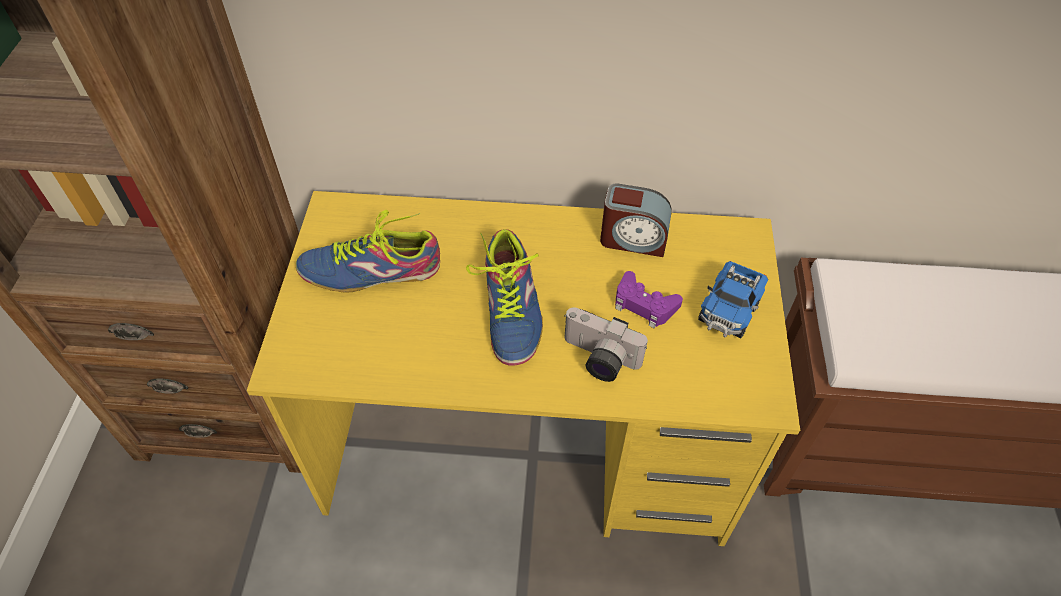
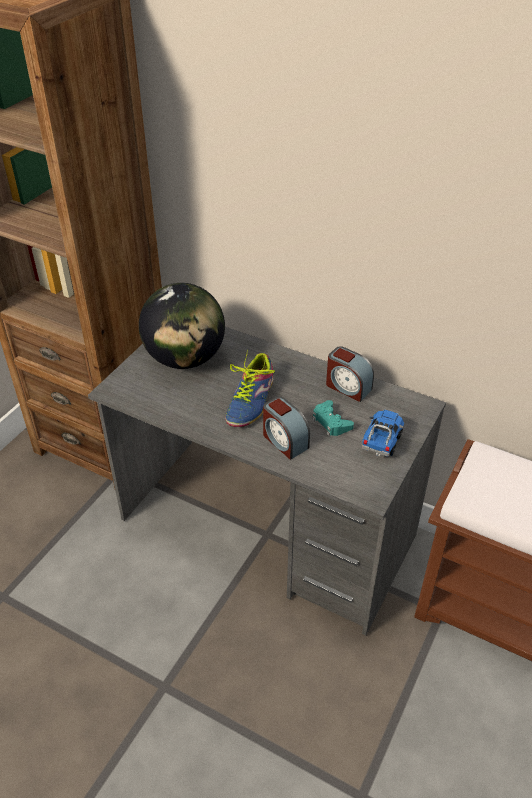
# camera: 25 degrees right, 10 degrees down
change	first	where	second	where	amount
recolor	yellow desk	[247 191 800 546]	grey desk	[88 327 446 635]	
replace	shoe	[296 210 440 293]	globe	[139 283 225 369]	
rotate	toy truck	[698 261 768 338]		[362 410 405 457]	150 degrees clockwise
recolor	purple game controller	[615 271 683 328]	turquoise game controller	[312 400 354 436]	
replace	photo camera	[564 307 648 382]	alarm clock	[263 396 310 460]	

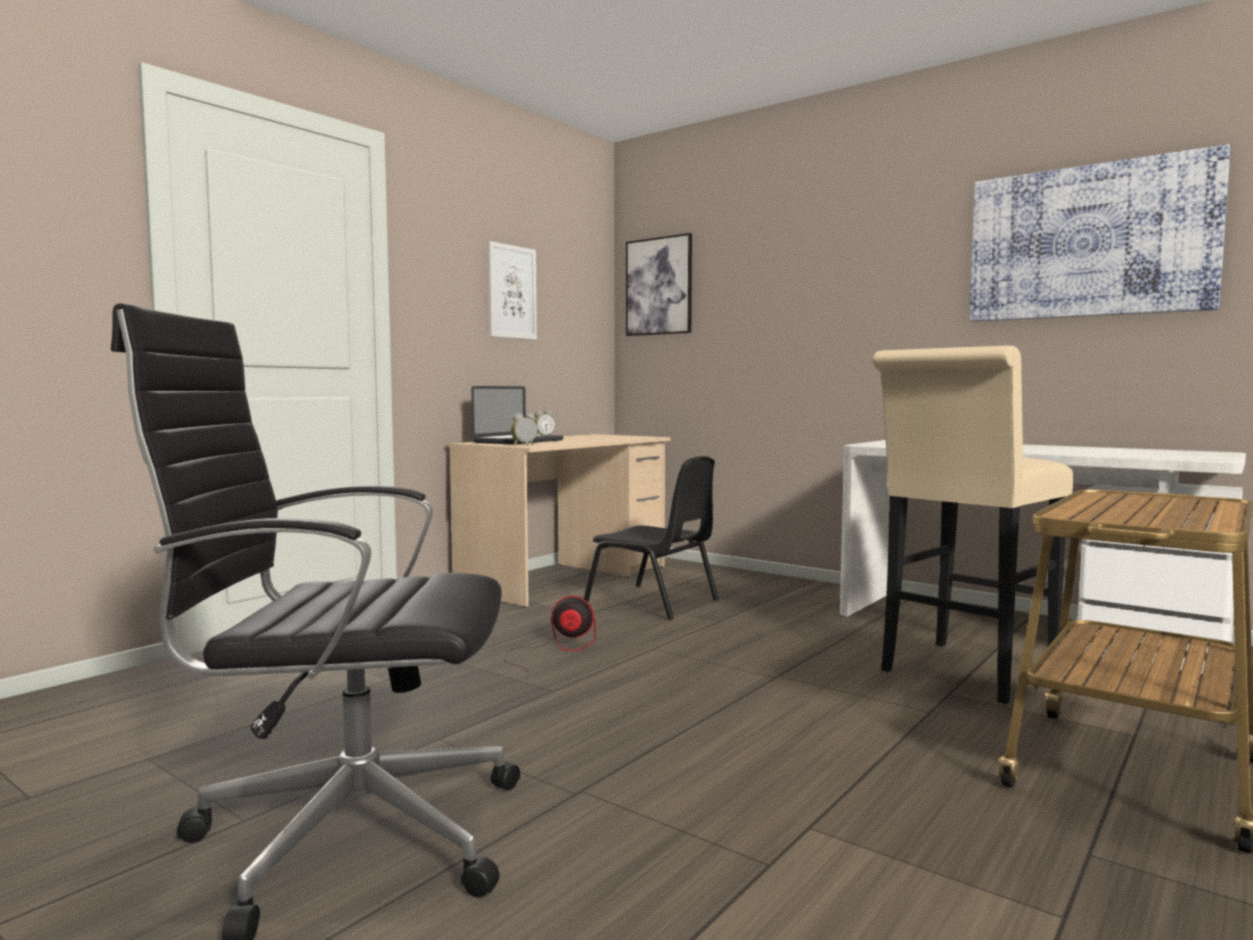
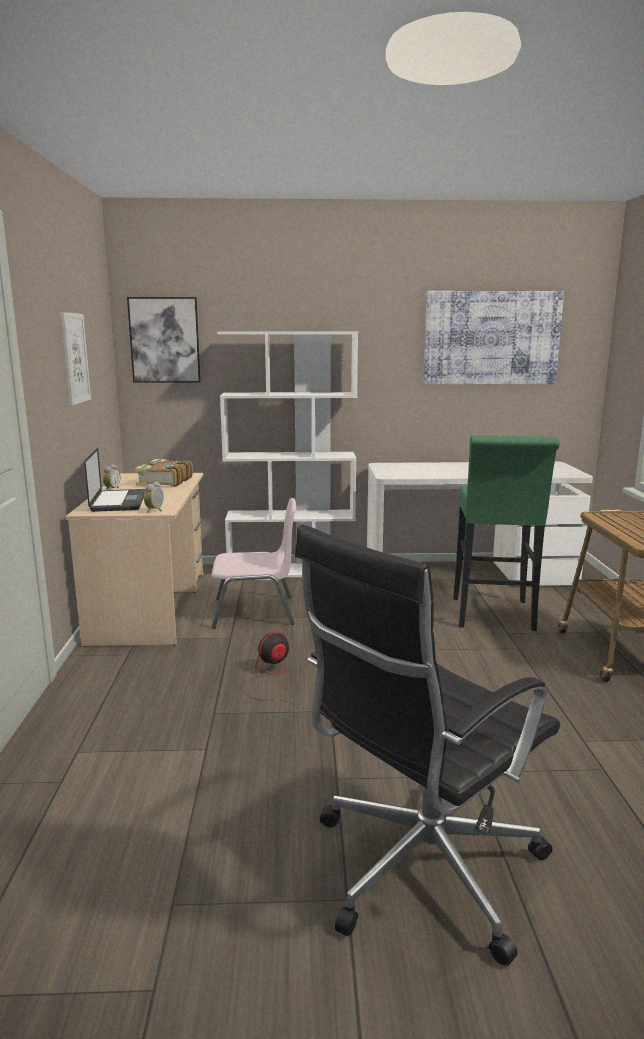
# camera: 40 degrees left, 10 degrees up
change	first	where	second	where	amount
recolor	beige stool	[872 346 1073 704]	green stool	[453 435 560 631]	
recolor	black chair	[584 456 718 620]	pink chair	[211 498 296 629]	
insert			white bookcase	[217 332 358 577]	
insert			book	[135 459 193 487]	

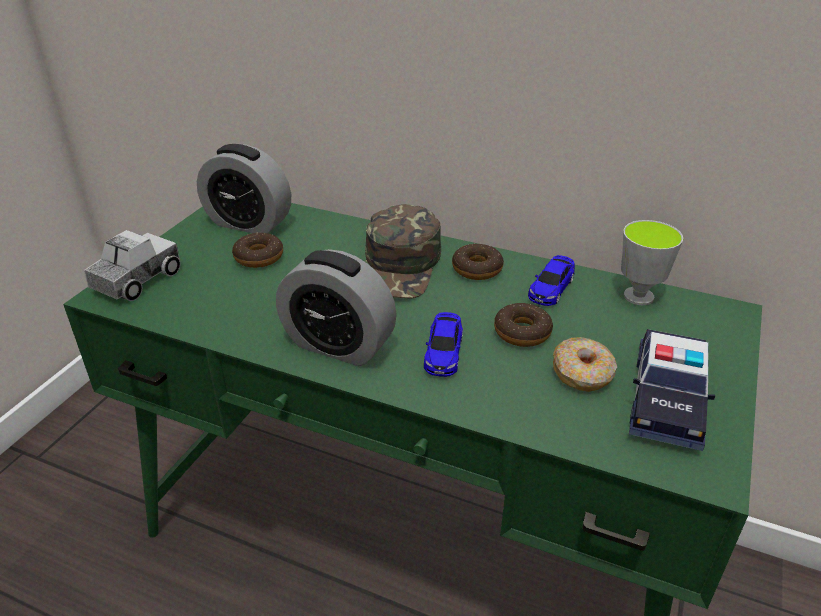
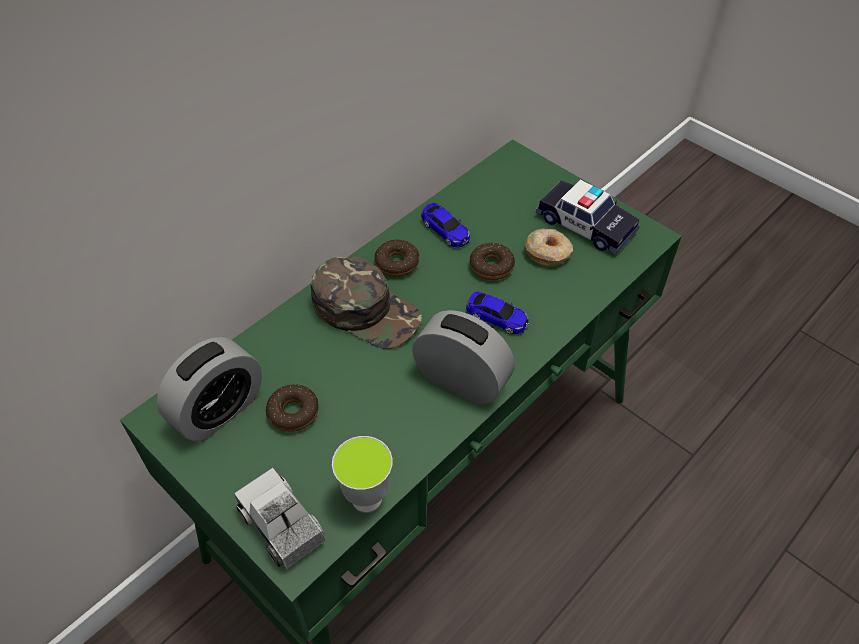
# camera: 70 degrees left, 15 degrees up
change	first	where	second	where	amount
move	cup	[621 220 684 305]		[332 436 393 513]	
rotate	alarm clock	[276 249 397 366]		[412 310 515 405]	105 degrees counterclockwise

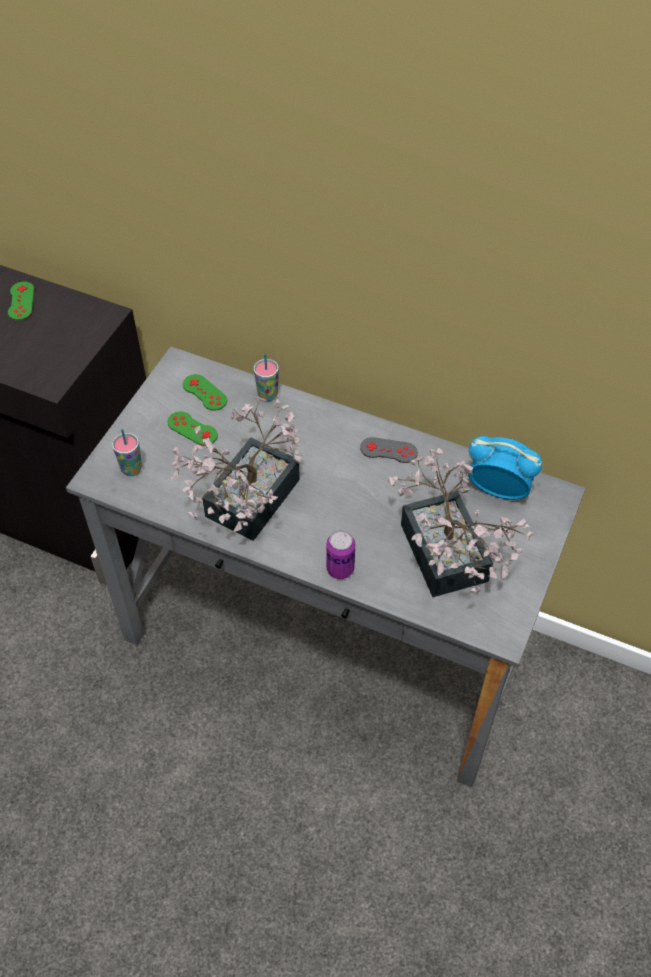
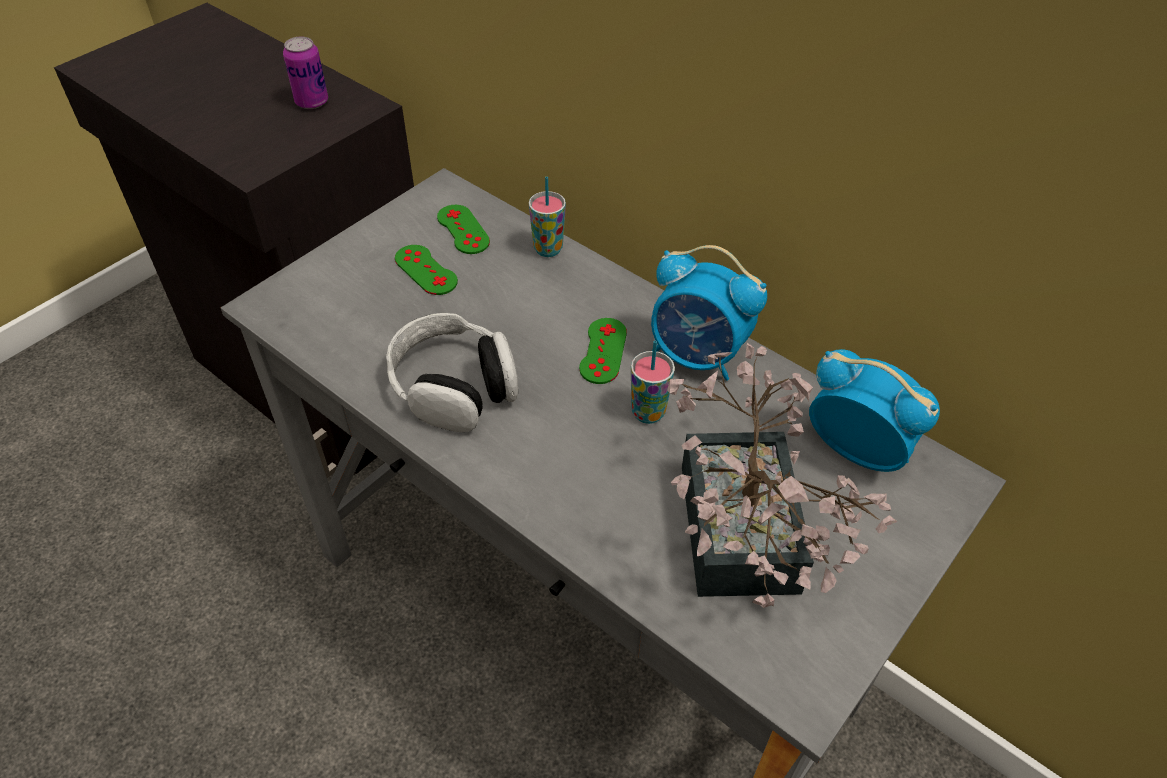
# camera: 15 degrees right, 5 degrees down
change	first	where	second	where	amount
move	green game controller	[8 282 34 321]		[579 318 627 384]	
replace	potted plant	[171 397 301 541]	headphones	[386 313 518 432]	
move	cup	[112 429 142 476]		[631 341 675 424]	
replace	grey game controller	[360 437 418 463]	alarm clock	[651 245 767 381]	
move	can	[327 530 355 579]		[283 36 328 109]	

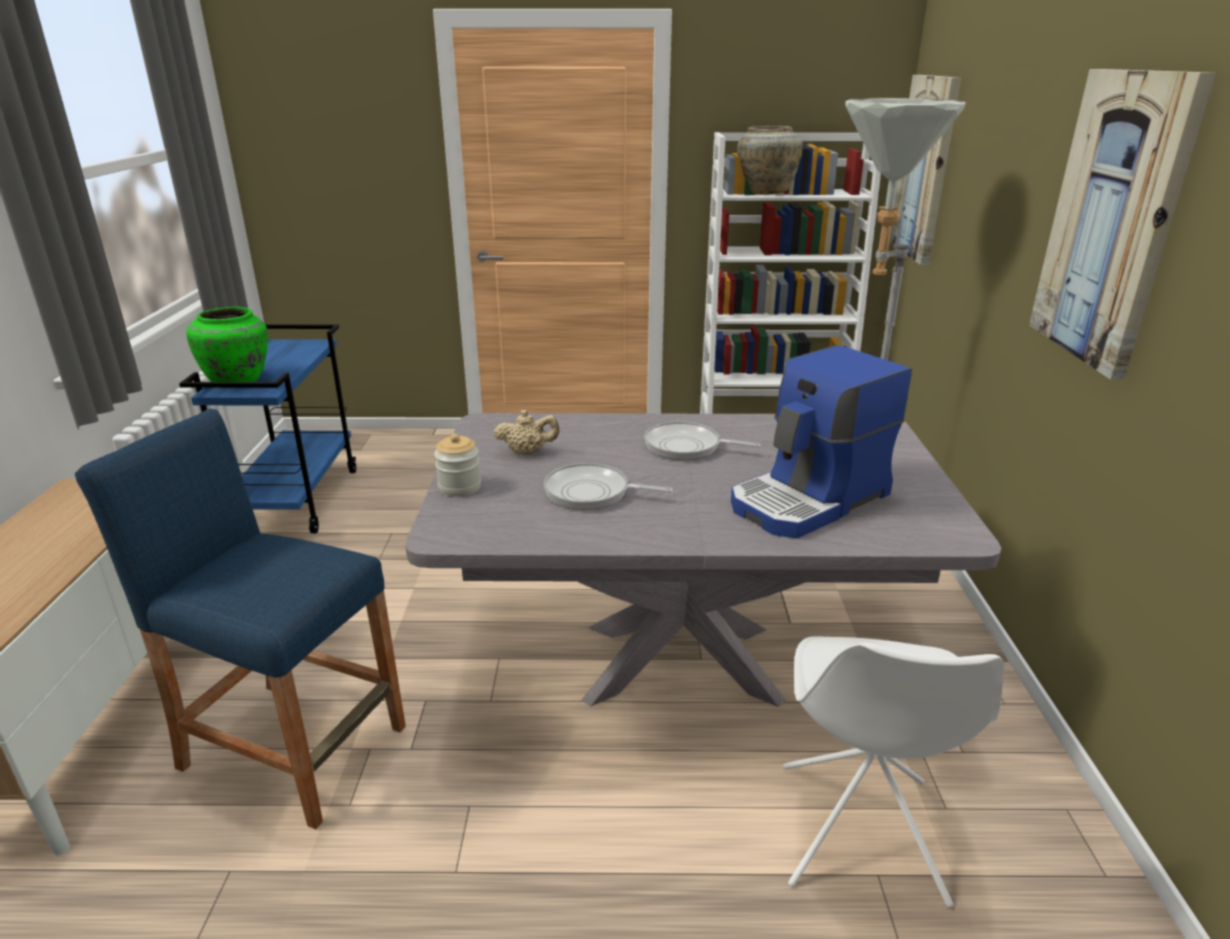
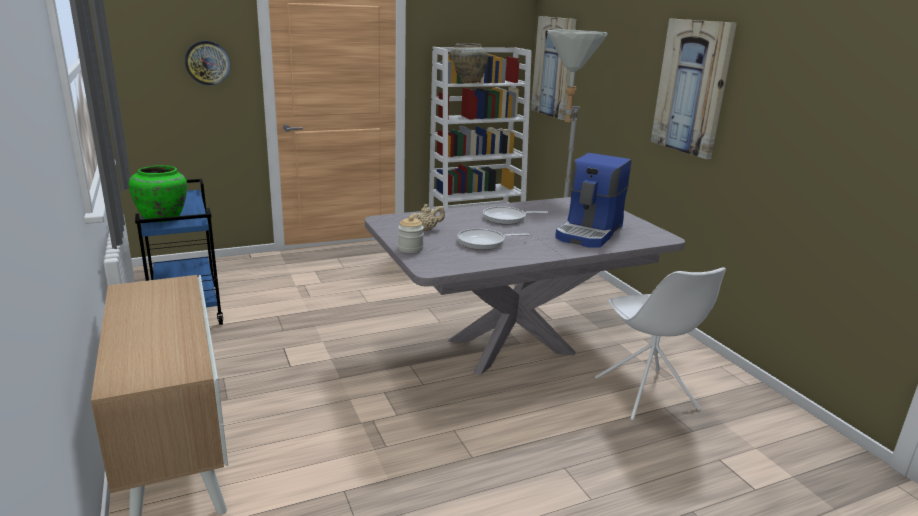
# camera: 25 degrees left, 5 degrees down
change	first	where	second	where	amount
delete	blue stool	[75 408 406 829]			
insert			wall clock	[185 41 231 85]	

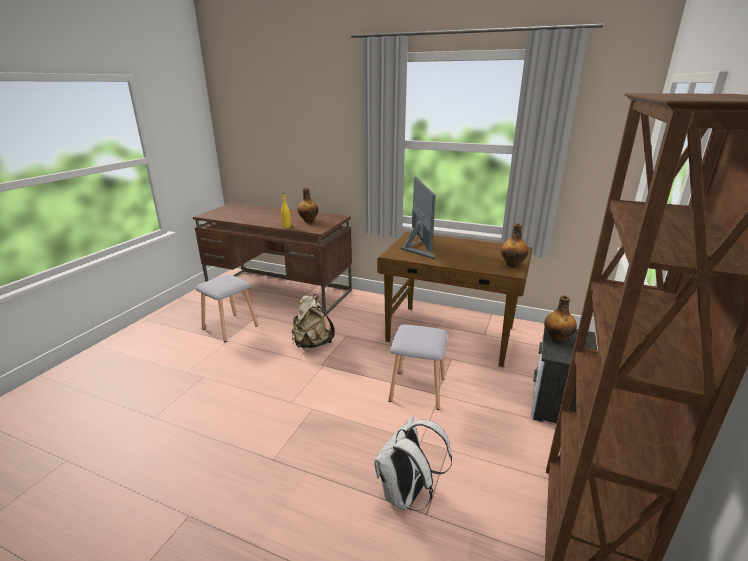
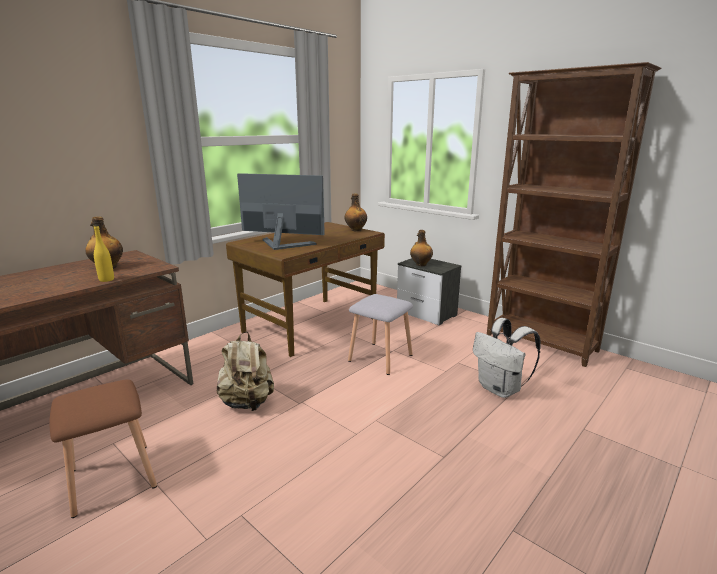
# camera: 70 degrees left, 5 degrees down
change	first	where	second	where	amount
recolor	grey stool	[195 274 258 342]	brown stool	[49 379 157 518]	

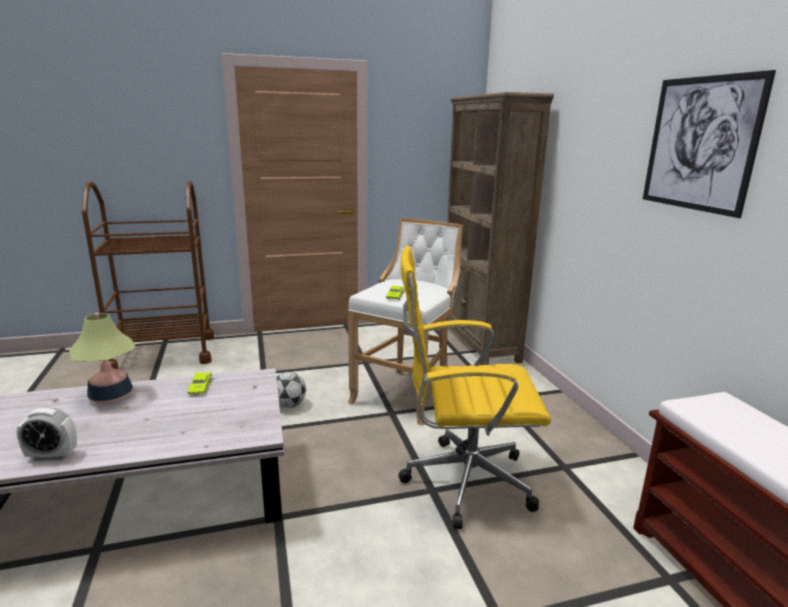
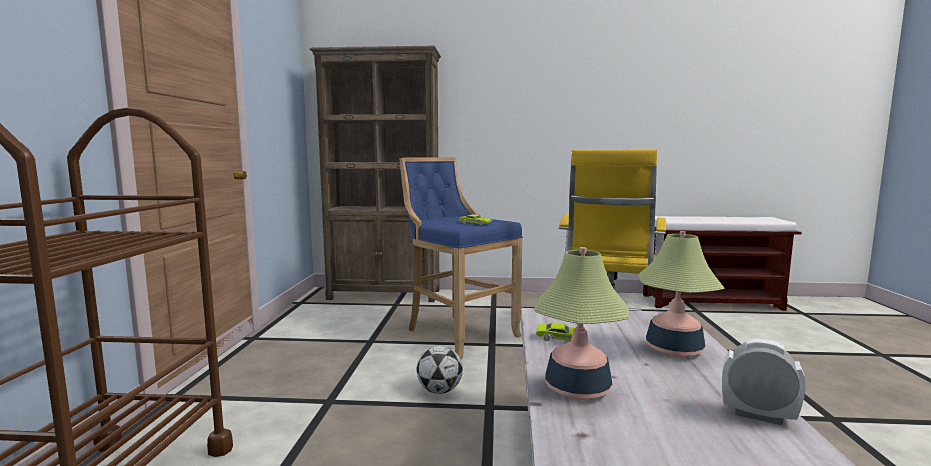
# camera: 70 degrees left, 10 degrees down
change	first	where	second	where	amount
delete	picture	[643 70 776 218]			
recolor	white stool	[348 218 463 425]	blue stool	[399 157 523 359]	
rotate	alarm clock	[16 408 77 461]		[722 338 806 425]	75 degrees counterclockwise
insert			table lamp	[638 231 725 357]	

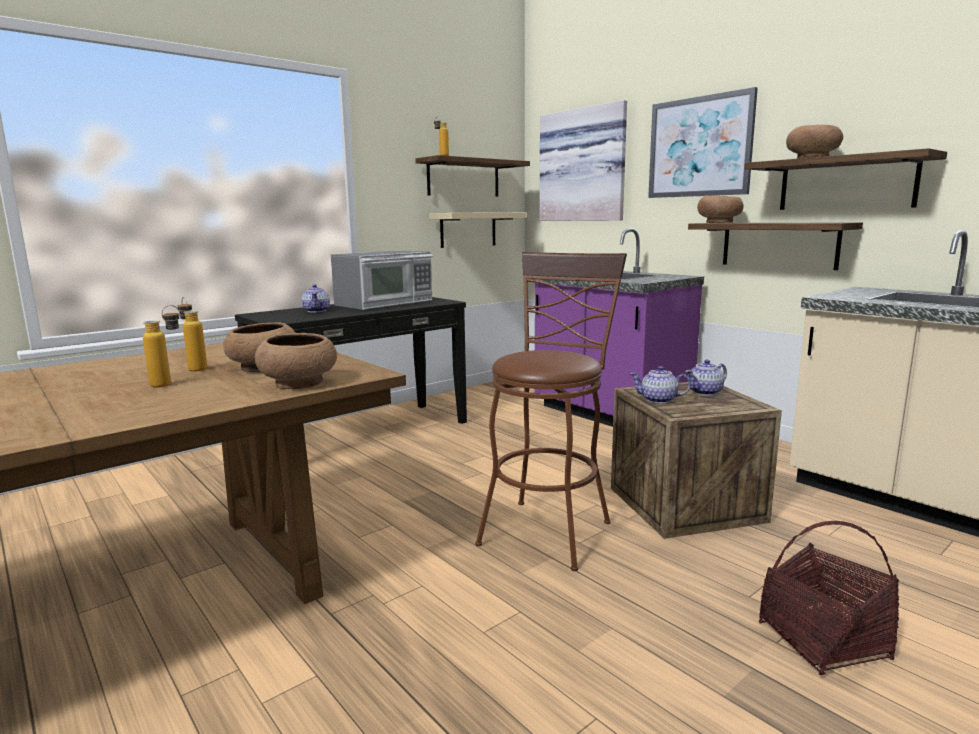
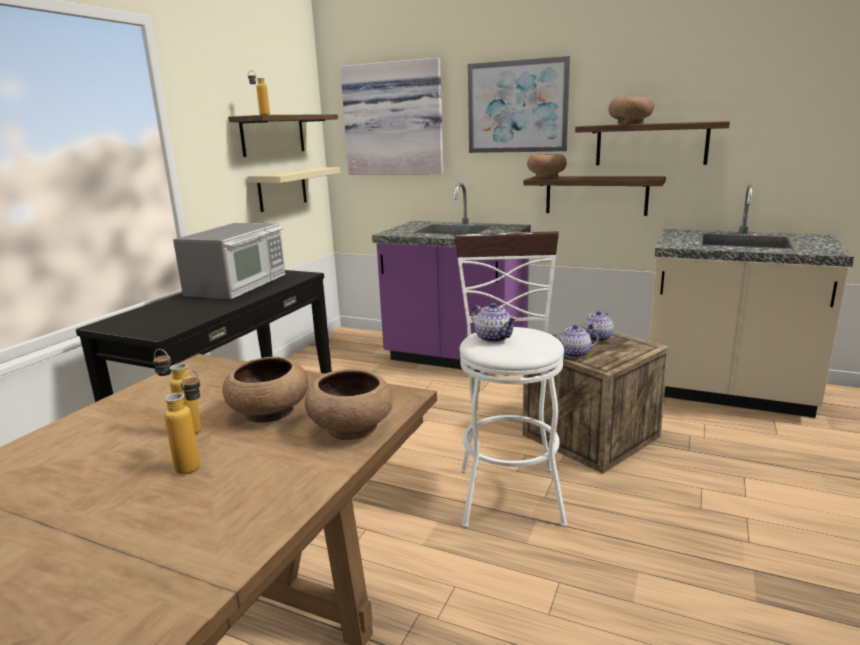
# camera: 25 degrees left, 5 degrees up
change	first	where	second	where	amount
recolor	brown stool	[475 252 627 571]	white stool	[454 231 568 528]	
move	teapot	[302 284 330 312]		[471 303 517 343]	
delete	basket	[759 521 899 676]			

